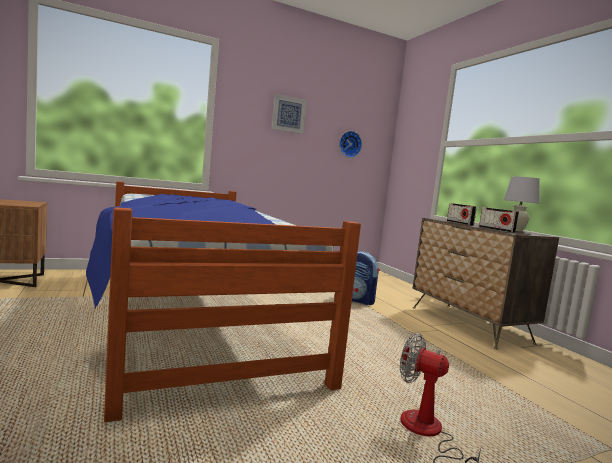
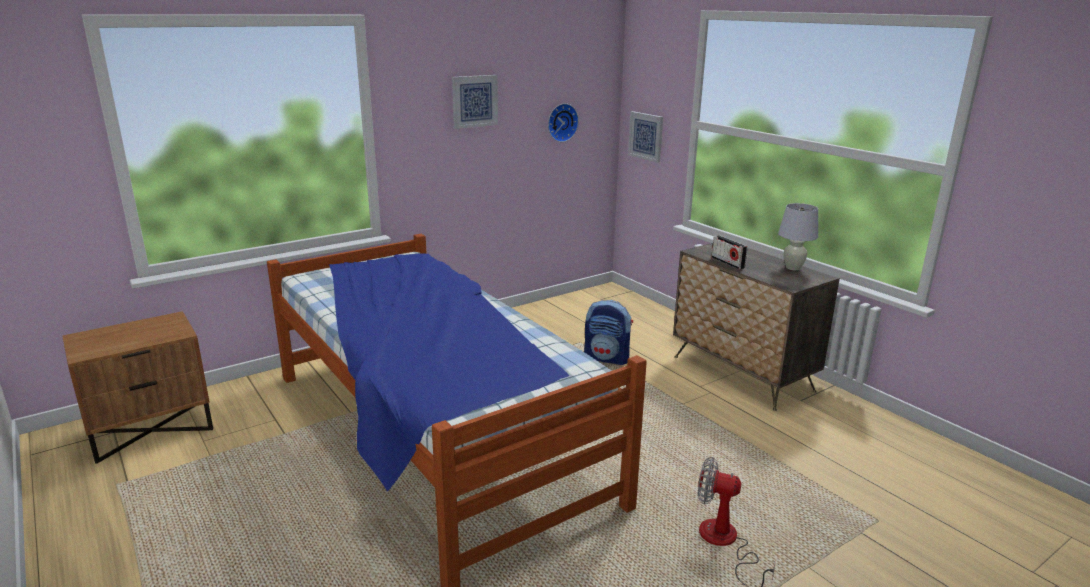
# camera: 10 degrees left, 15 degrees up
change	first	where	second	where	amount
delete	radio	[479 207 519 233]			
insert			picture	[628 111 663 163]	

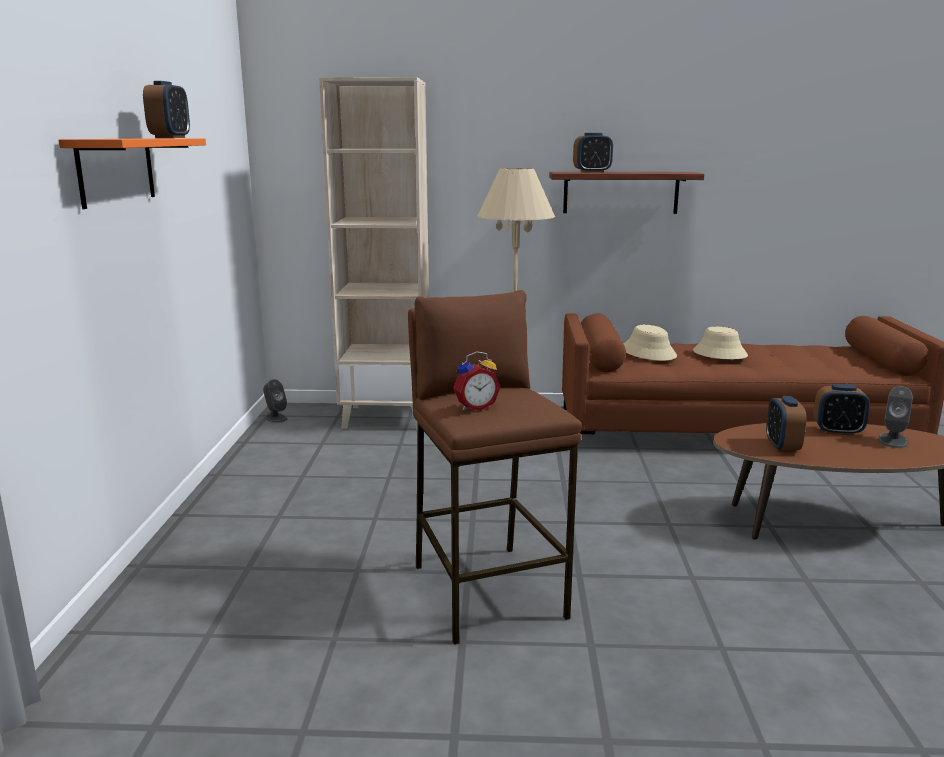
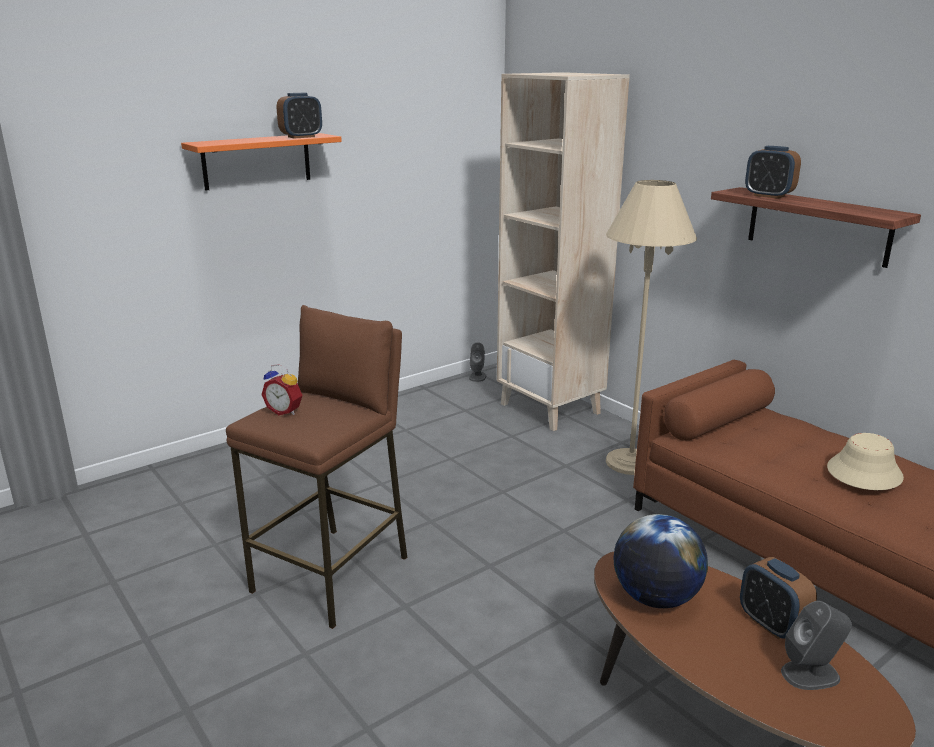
# camera: 50 degrees right, 5 degrees up
change	first	where	second	where	amount
delete	beige hat	[624 325 677 361]			
replace	alarm clock	[766 396 806 452]	globe	[614 514 708 608]	

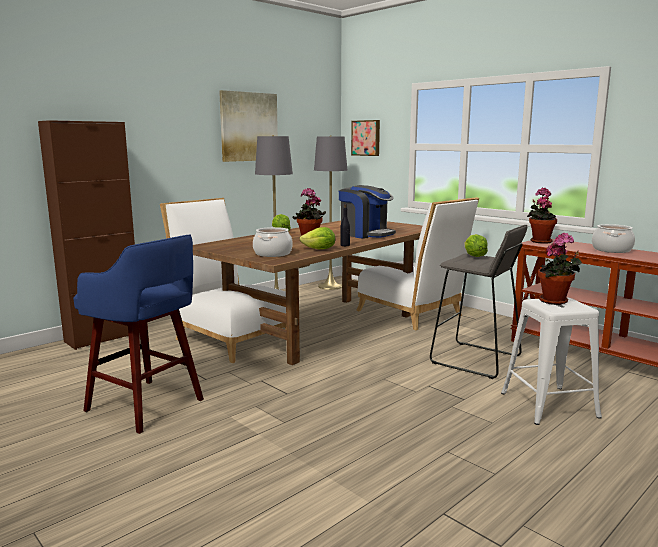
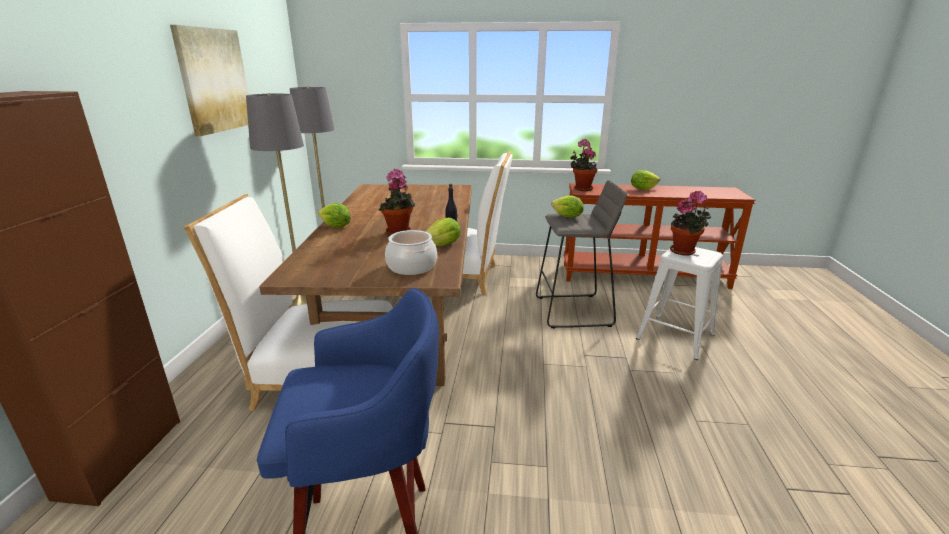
# camera: 40 degrees left, 10 degrees up
change	first	where	second	where	amount
delete	picture	[351 120 380 156]			
delete	coffee machine	[339 185 396 239]			
replace	cooking pot	[592 224 635 253]	lettuce	[631 170 660 190]	

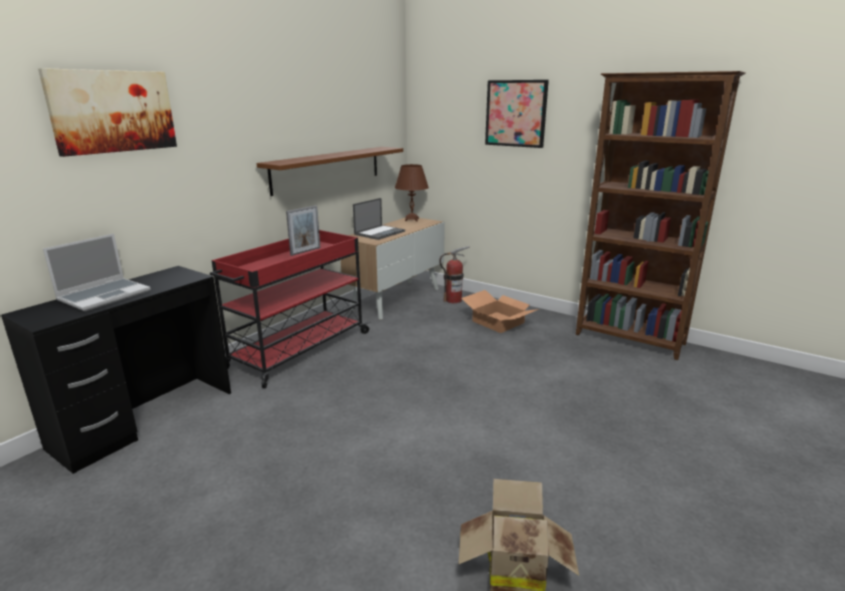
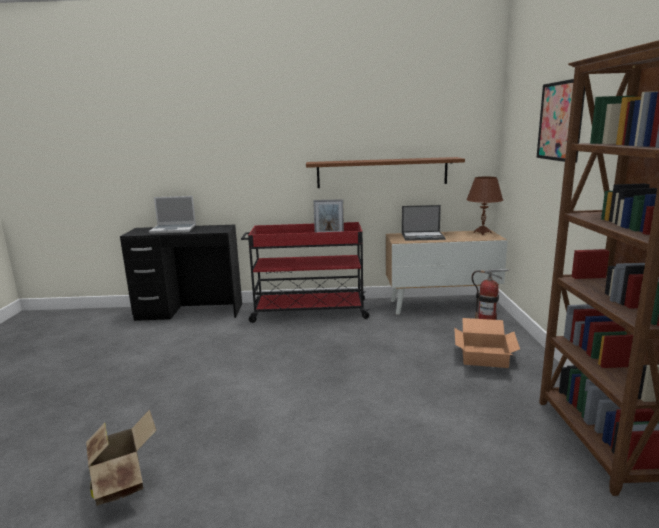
# camera: 55 degrees right, 5 degrees down
change	first	where	second	where	amount
delete	picture	[38 68 177 157]			

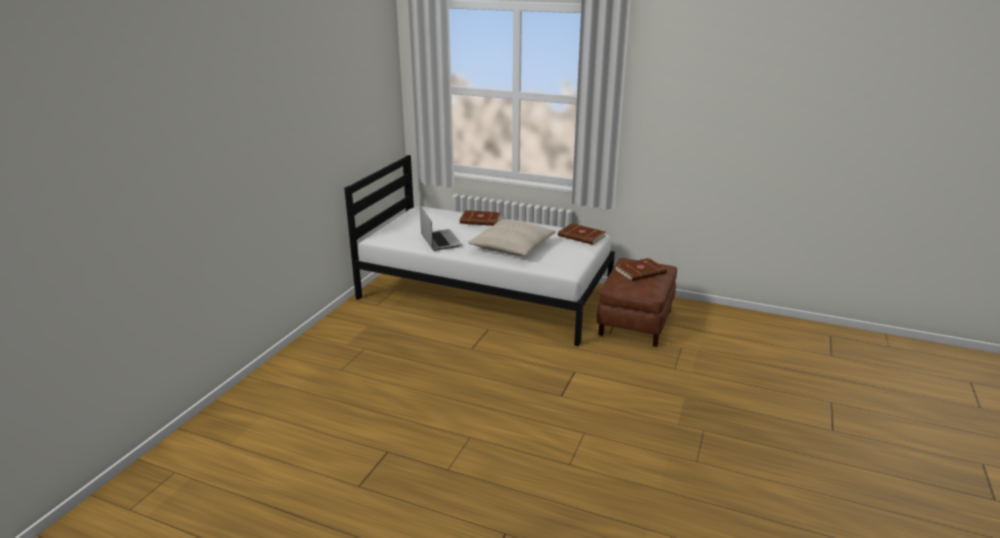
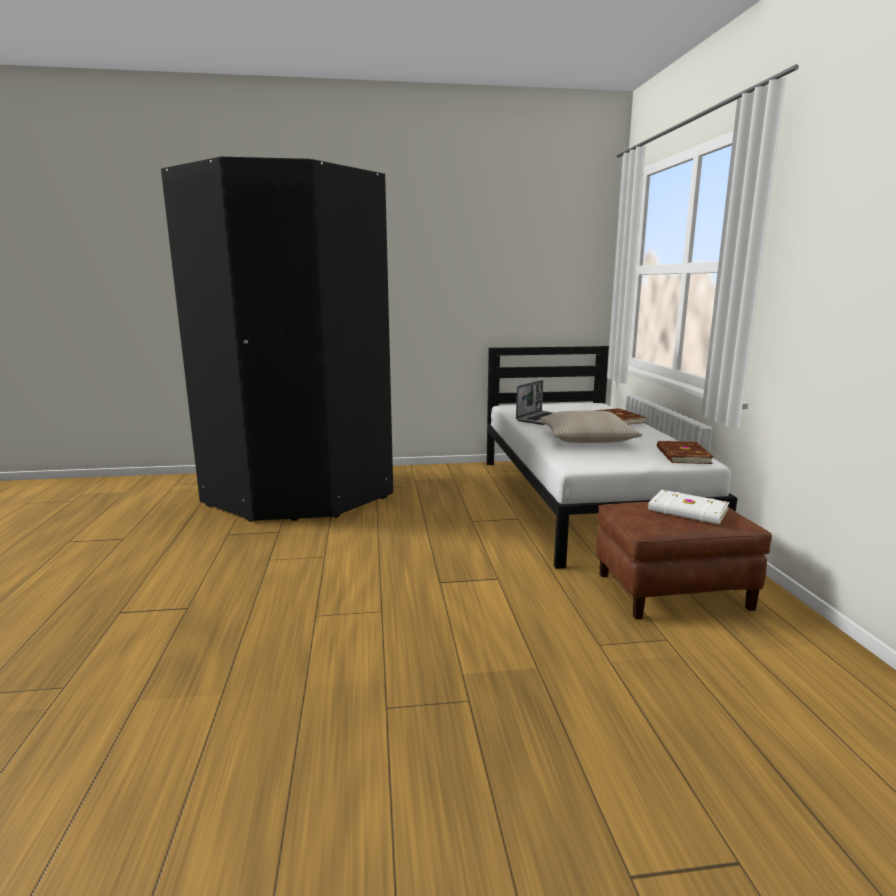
# camera: 60 degrees right, 10 degrees down
change	first	where	second	where	amount
recolor	brown book	[615 258 667 281]	white book	[648 490 729 524]	
insert			black wardrobe	[161 157 393 522]	

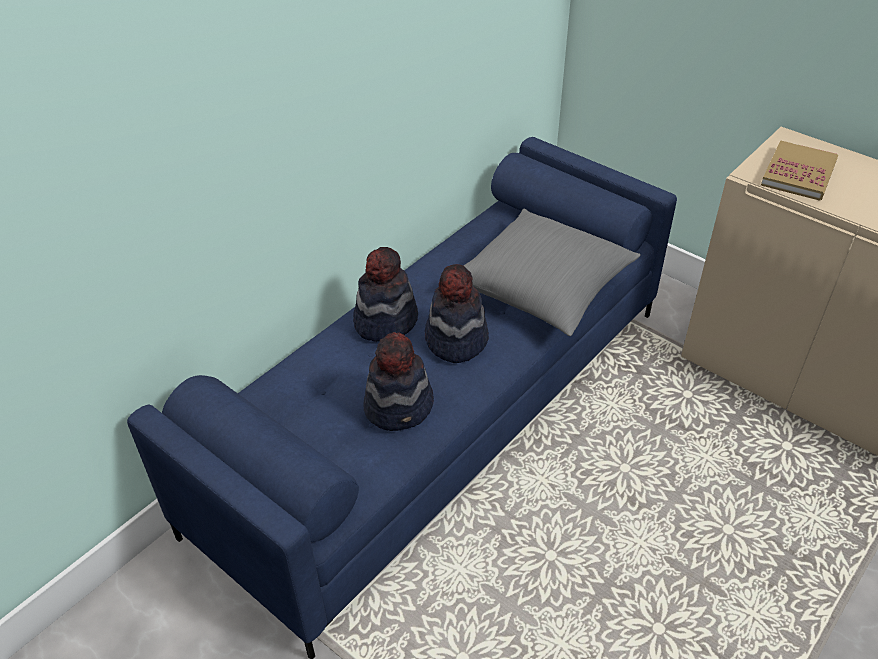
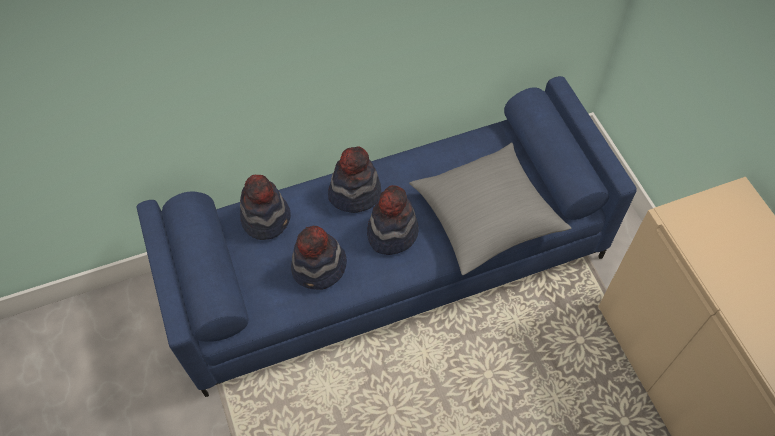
# camera: 30 degrees right, 15 degrees up
change	first	where	second	where	amount
delete	book	[761 140 838 201]			
insert			hat	[240 175 291 240]	

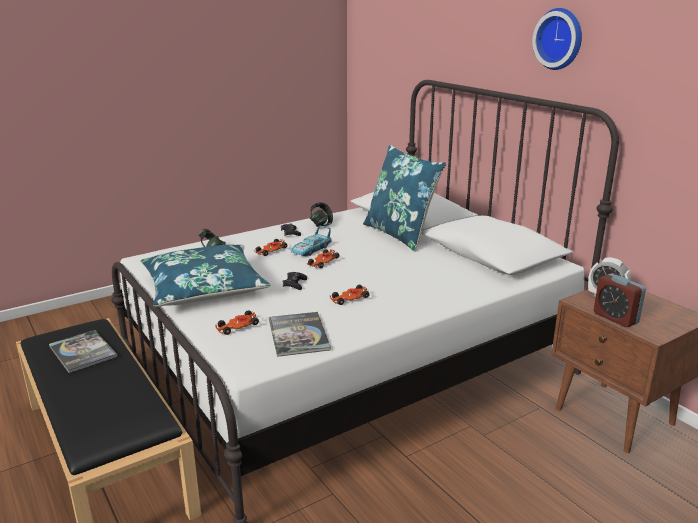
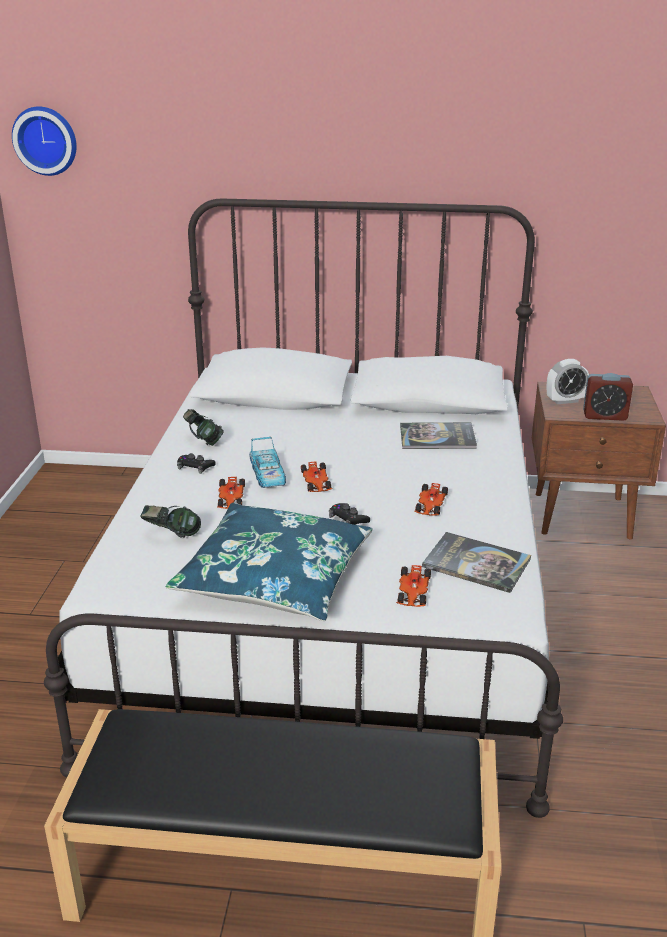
# camera: 50 degrees left, 5 degrees up
change	first	where	second	where	amount
move	wall clock	[532 8 582 70]		[12 106 77 176]	
delete	blue pillow	[363 145 446 252]			
move	book	[49 330 117 373]		[400 422 477 449]	

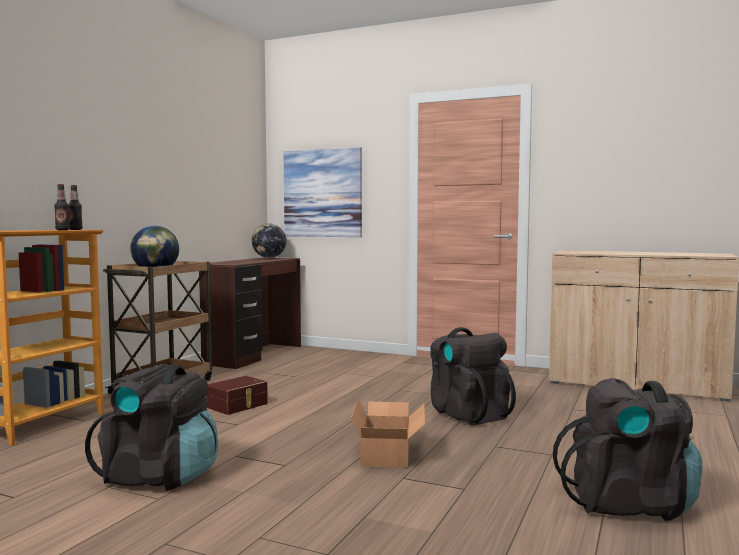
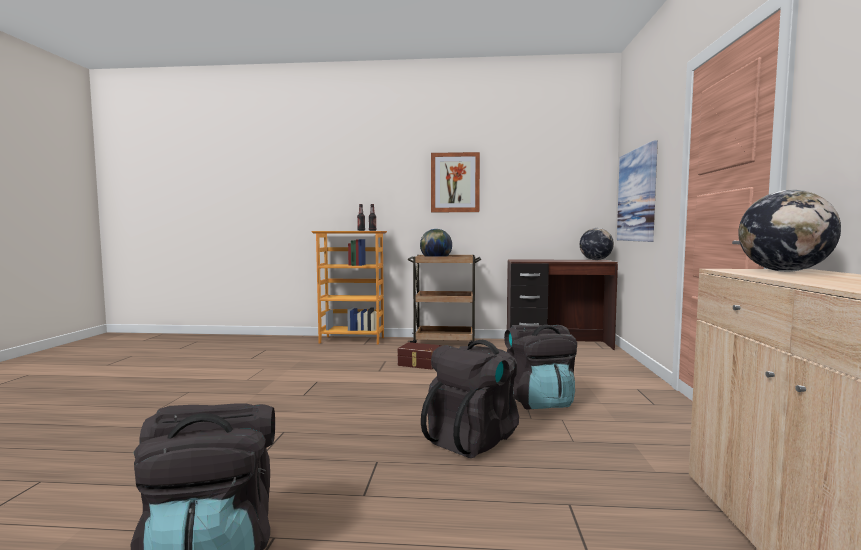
# camera: 70 degrees right, 0 degrees up
change	first	where	second	where	amount
move	black backpack	[85 364 218 491]		[504 325 577 410]	
delete	cardboard box	[351 398 425 468]			
insert			picture	[431 152 480 212]	
insert			globe	[738 190 841 272]	

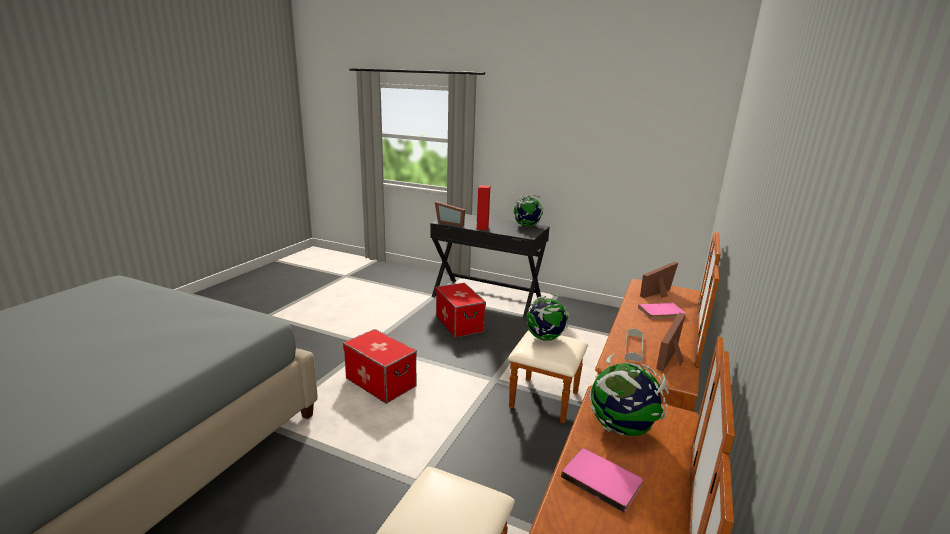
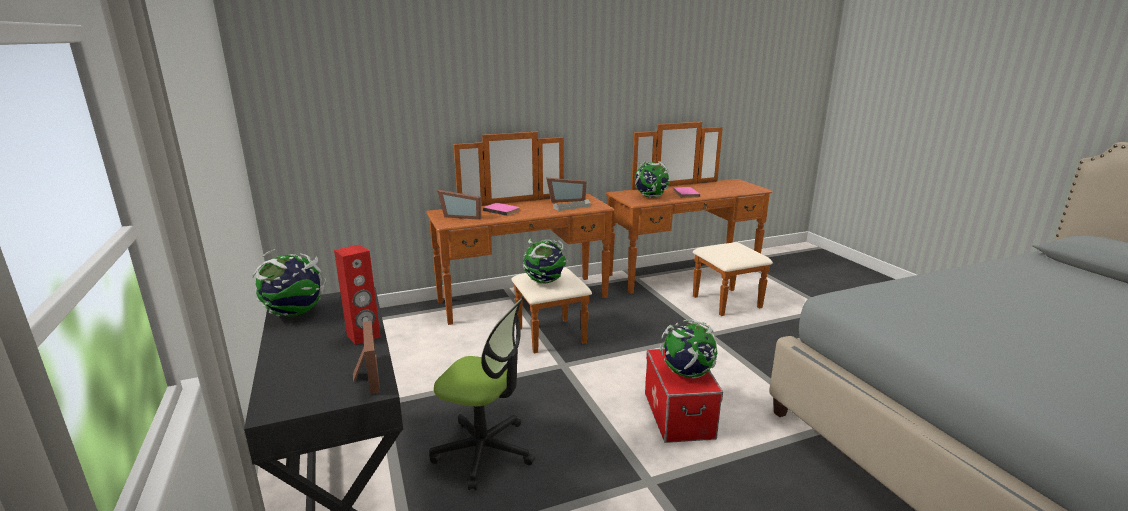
# camera: 135 degrees left, 0 degrees up
change	first	where	second	where	amount
replace	storage box	[436 283 486 338]	office chair	[429 299 535 490]	
insert			globe	[660 320 718 379]	

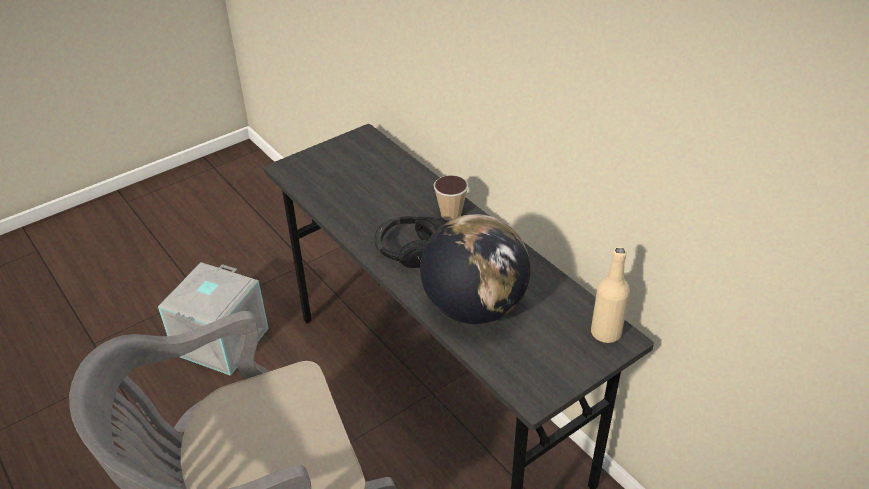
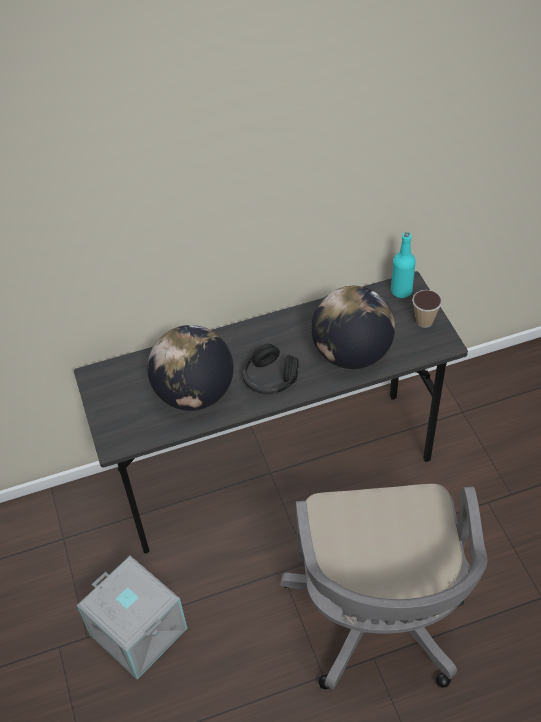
# camera: 70 degrees left, 10 degrees up
change	first	where	second	where	amount
move	cup	[434 175 468 221]		[412 290 442 328]	
recolor	beige bottle	[591 247 630 343]	turquoise bottle	[391 232 416 298]	
insert			globe	[147 325 233 411]	

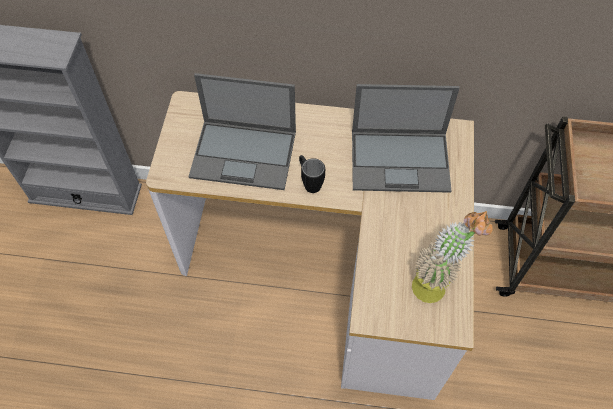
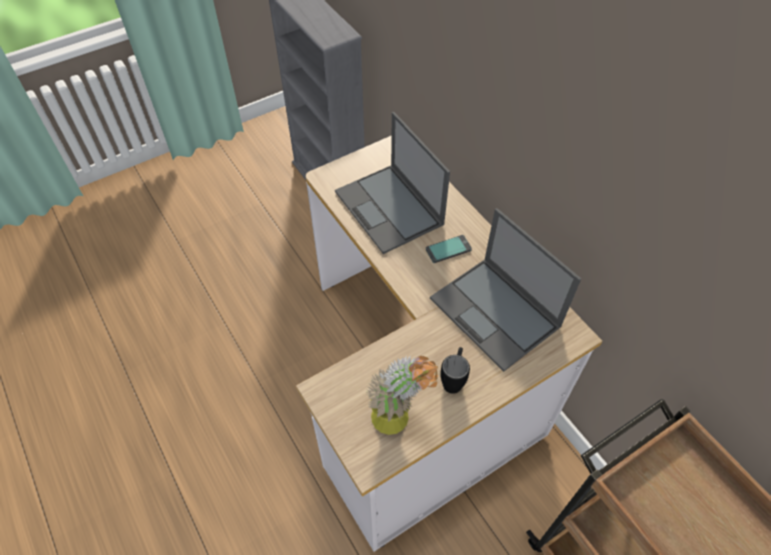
# camera: 50 degrees right, 5 degrees down
change	first	where	second	where	amount
move	black mug	[299 155 325 193]		[440 347 470 394]	
insert			phone	[426 235 472 263]	

